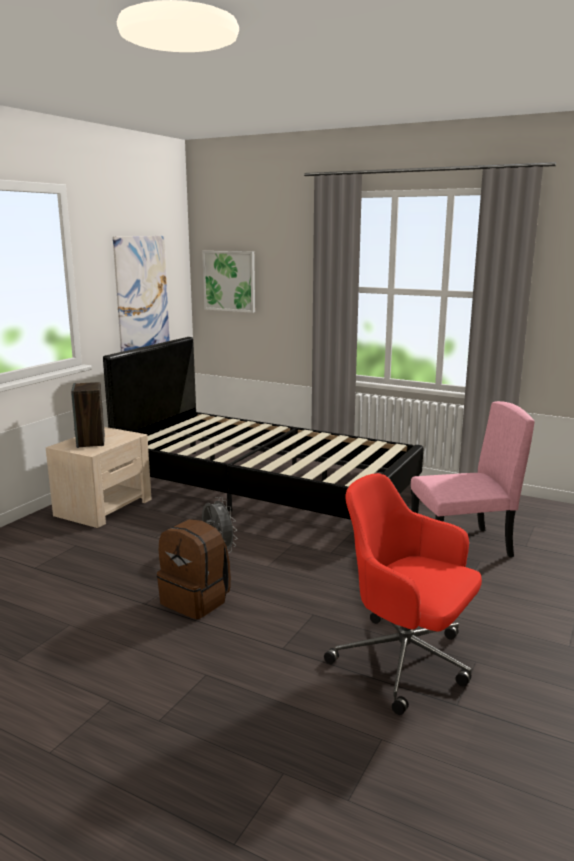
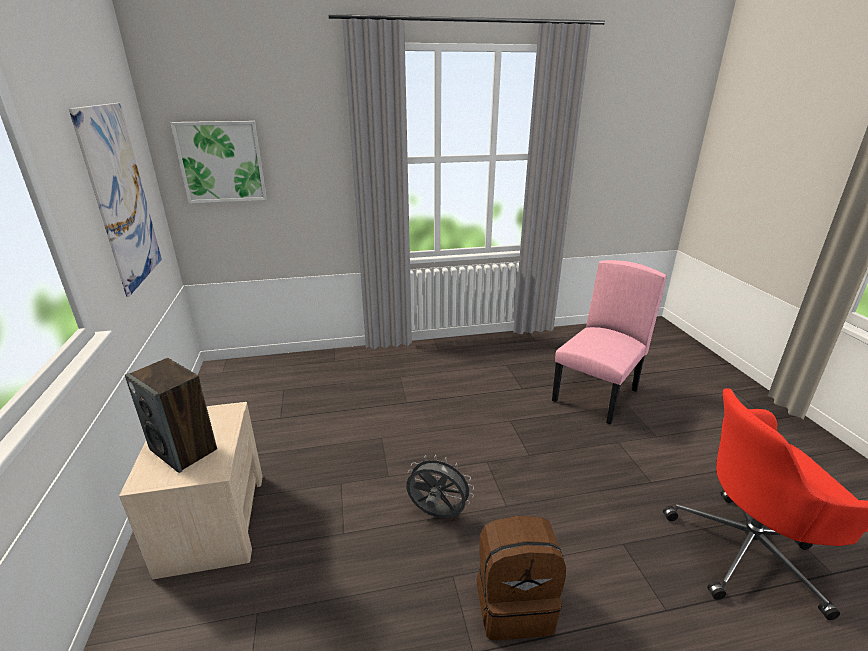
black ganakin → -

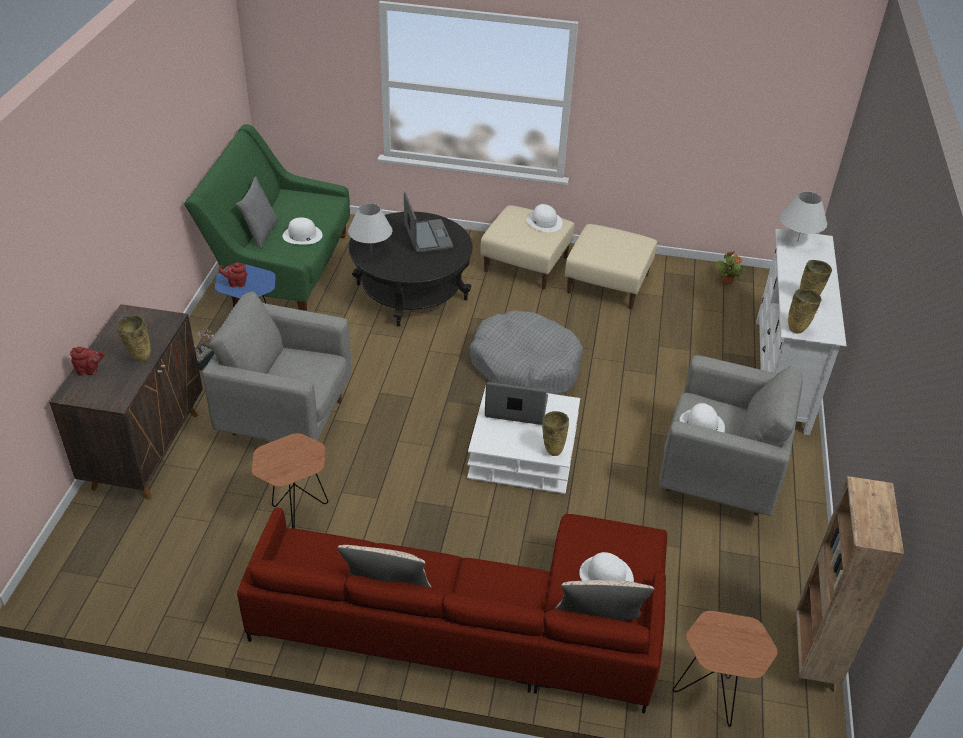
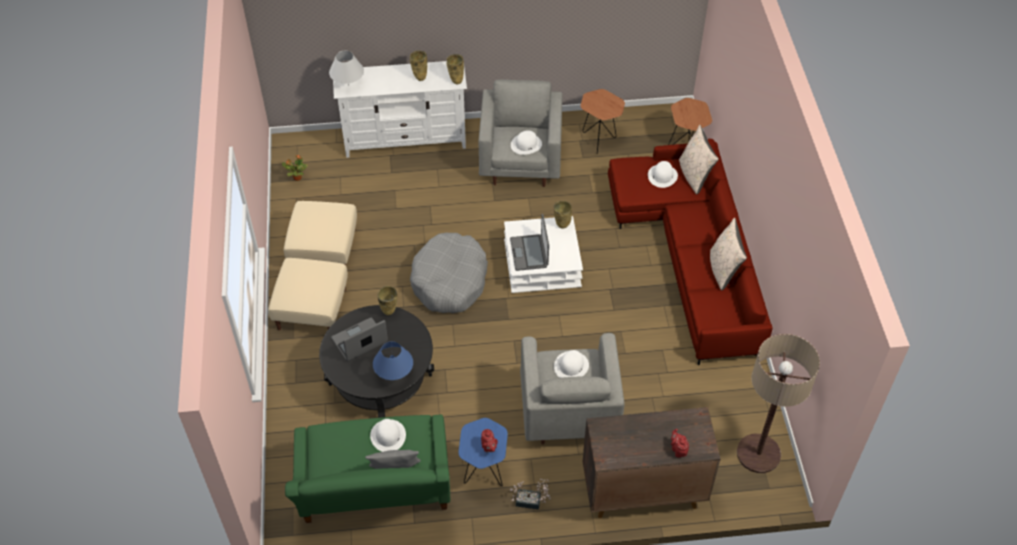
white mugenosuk (no. 1 from left) → blue mugenosuk
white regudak (no. 2 from left in the first image) → white regudak (no. 3 from left), shifted
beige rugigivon (no. 1 from left), shifted
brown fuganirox (no. 1 from left), shifted
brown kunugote → -
- → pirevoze

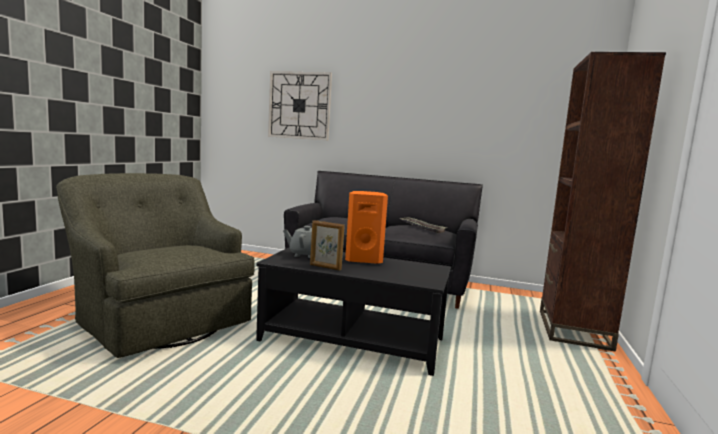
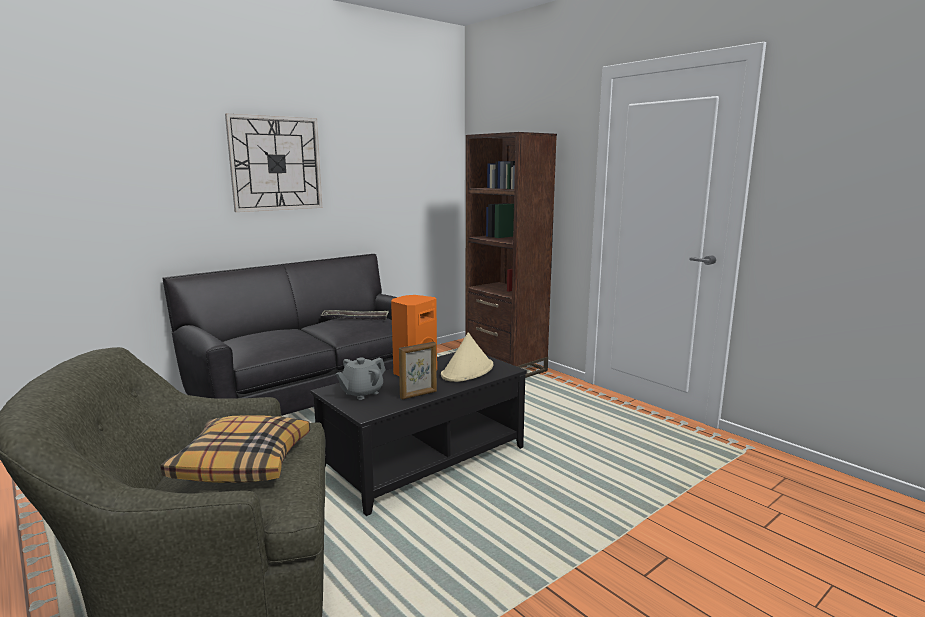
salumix, shifted
- → beige regudak
- → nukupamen

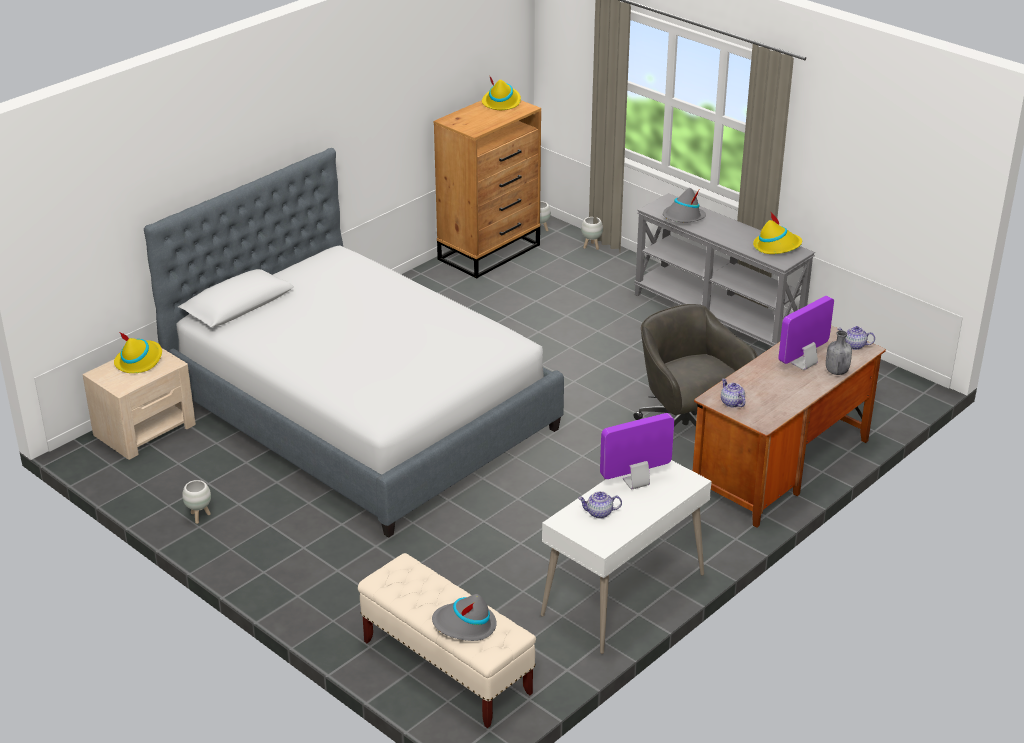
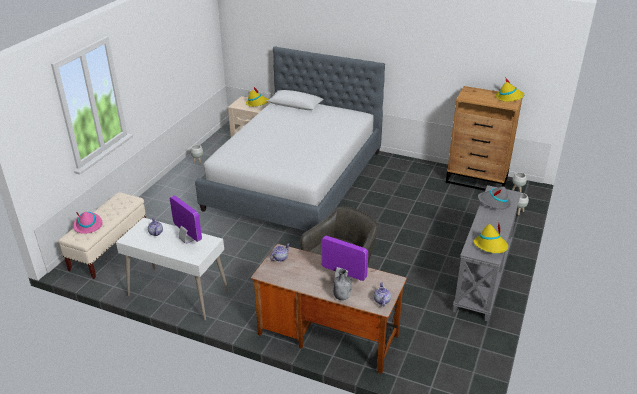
grey regudak (no. 1 from left) → pink regudak

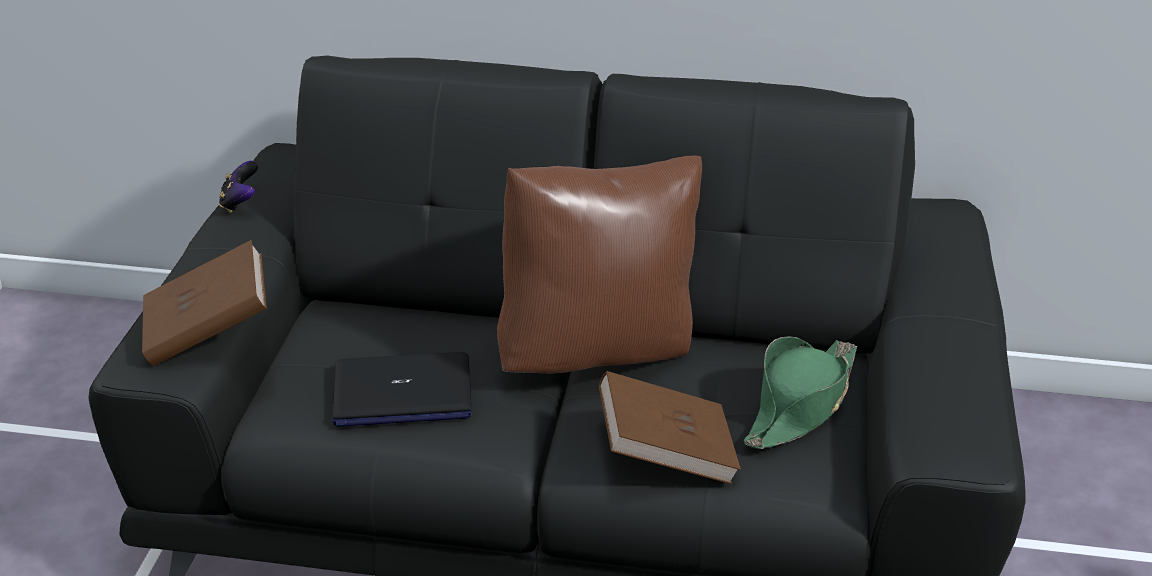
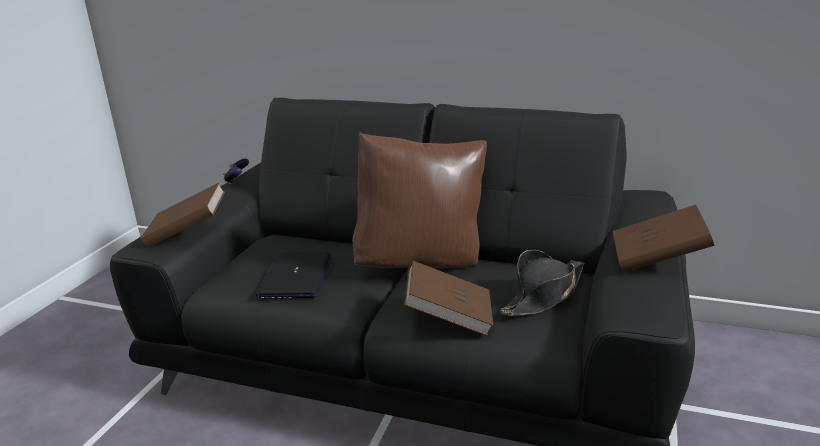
green regudak → black regudak
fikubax, 90 degrees clockwise
- → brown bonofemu (no. 3 from left)

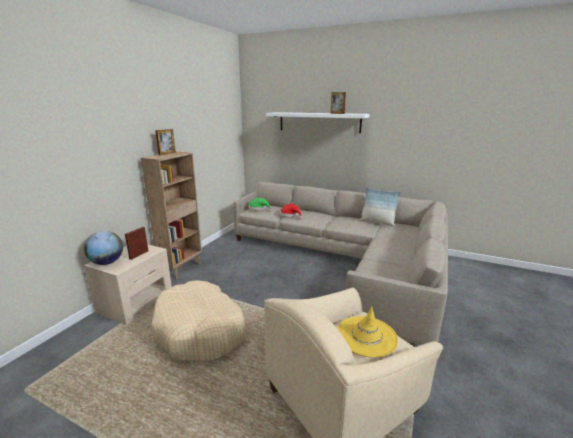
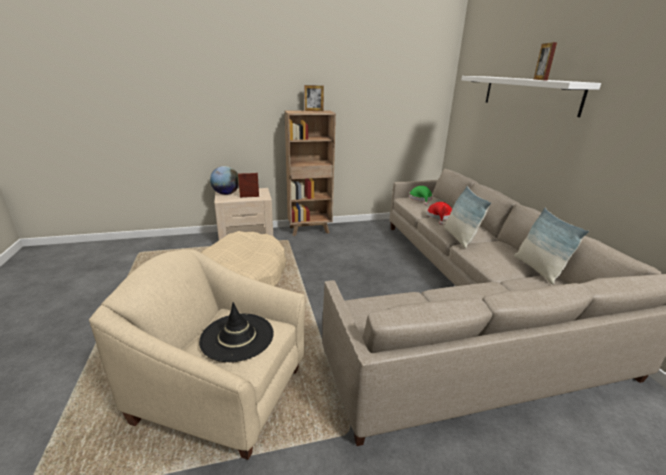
yellow regudak → black regudak
- → nukupamen (no. 1 from left)

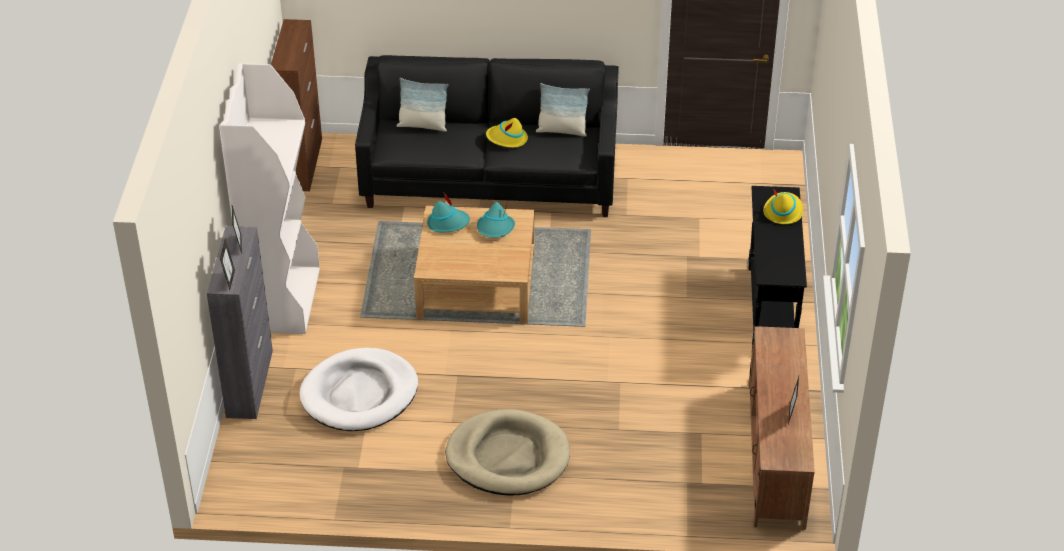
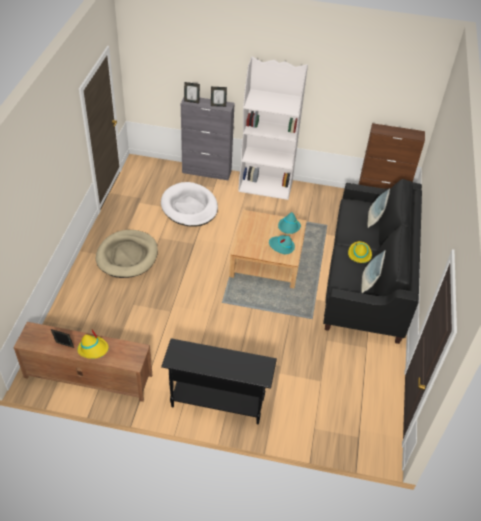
yellow regudak (no. 2 from left in the first image) → yellow regudak (no. 1 from left), shifted

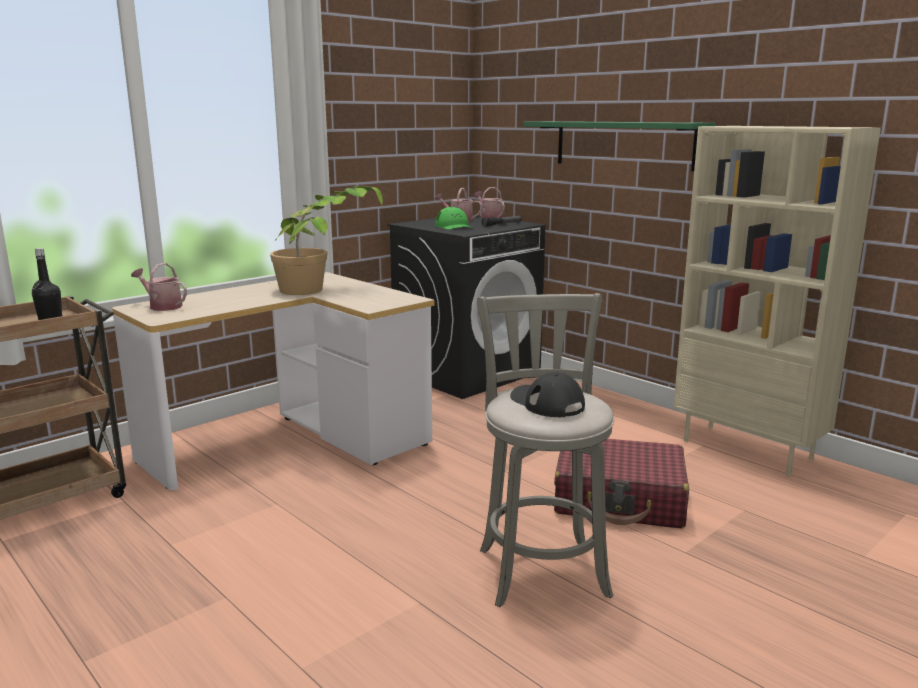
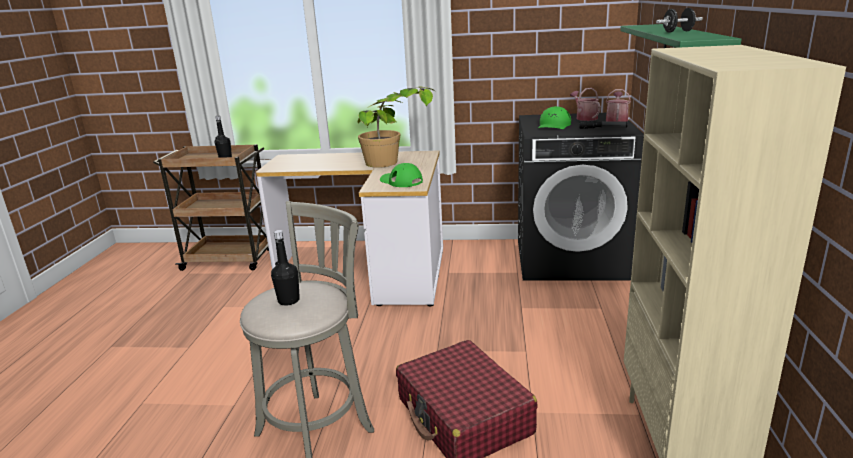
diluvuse (no. 1 from left) → -
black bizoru → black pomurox (no. 2 from left)
- → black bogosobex
- → green bizoru (no. 1 from left)

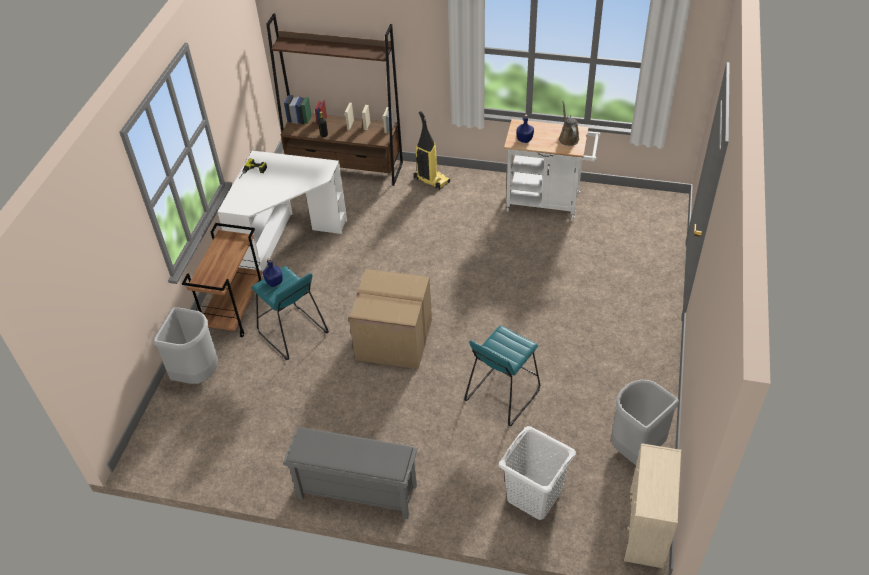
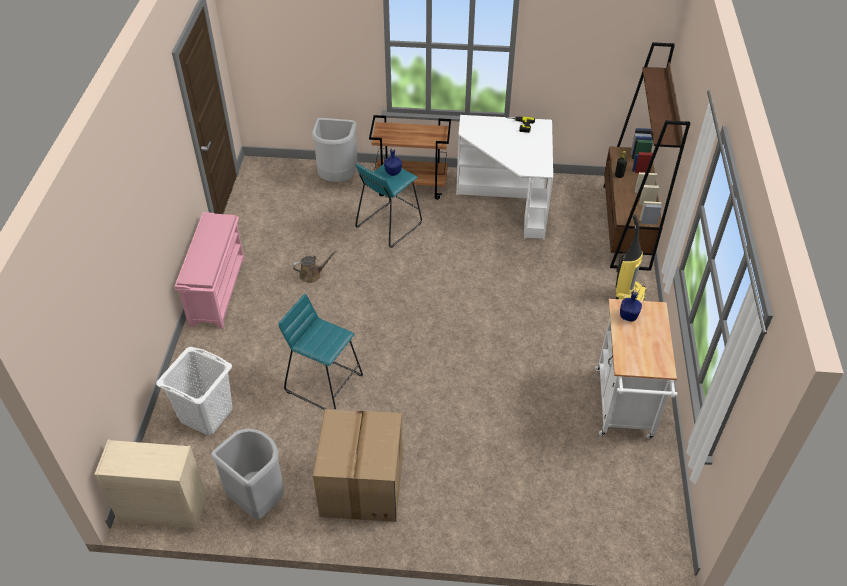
brown diluvuse, shifted
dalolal, shifted
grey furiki → pink furiki

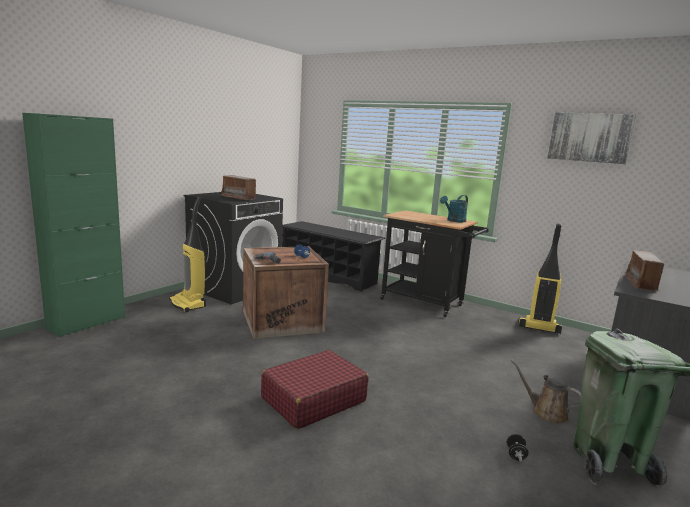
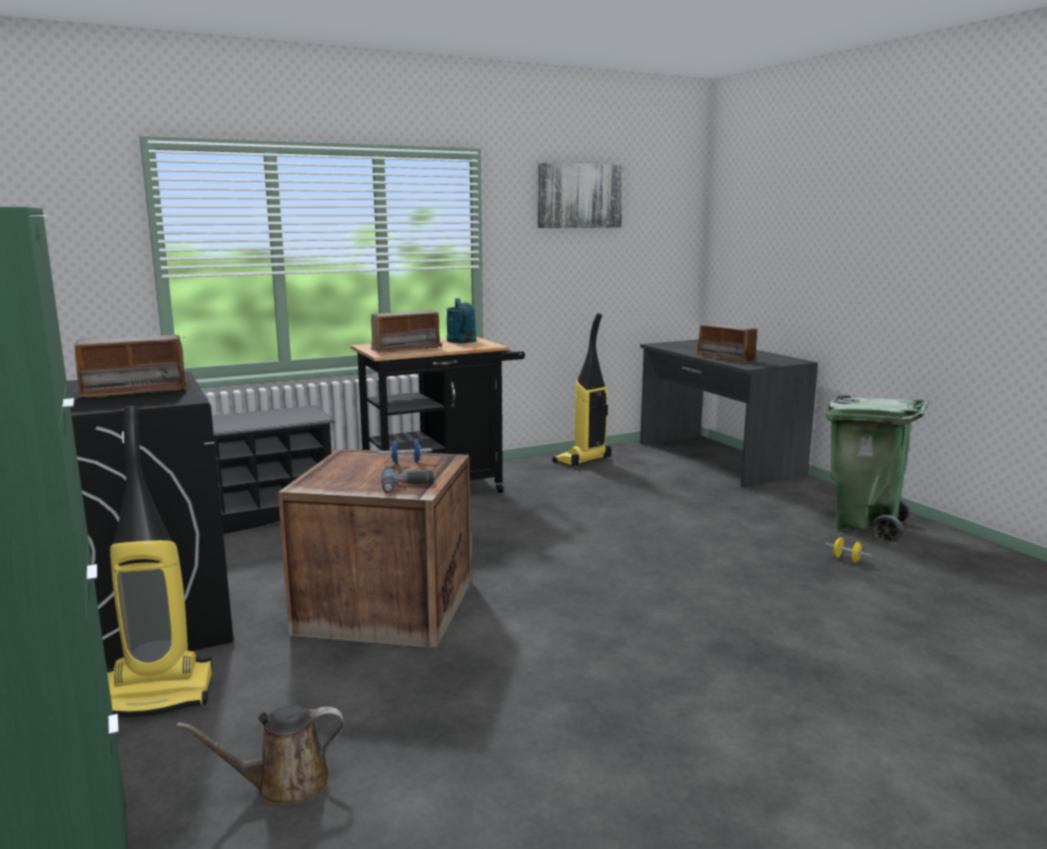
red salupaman → -
brown diluvuse, shifted
black bogosobex → yellow bogosobex
- → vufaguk (no. 2 from left)

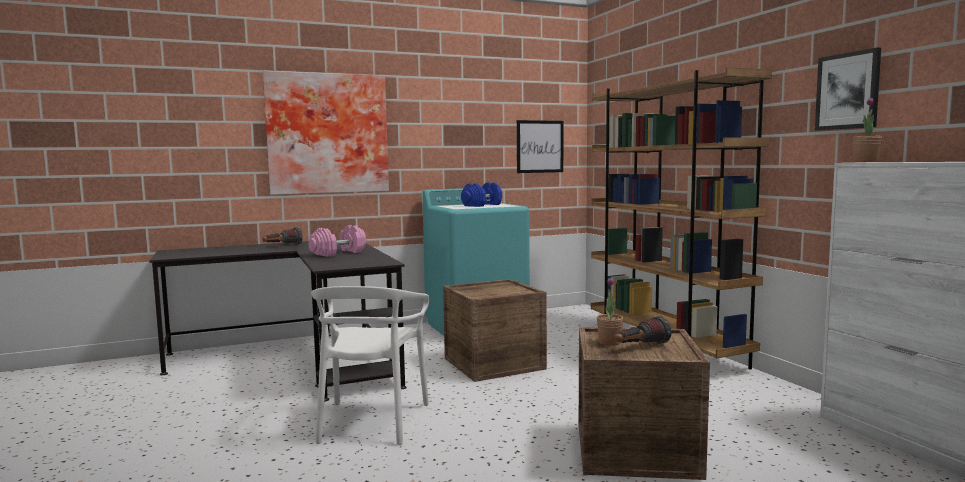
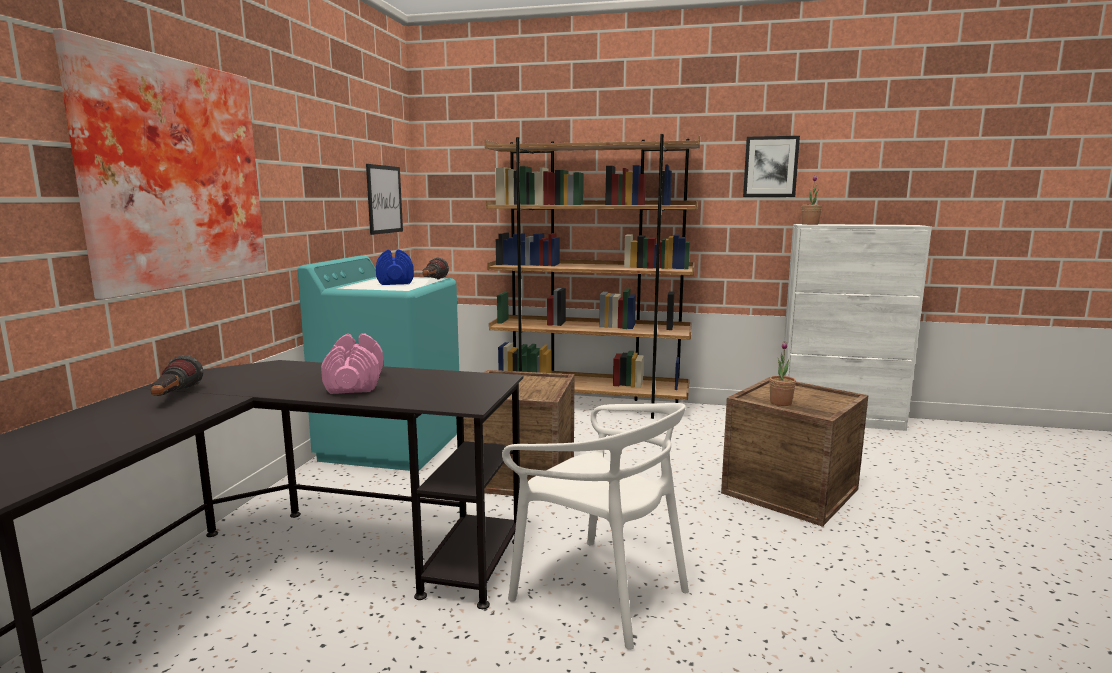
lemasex (no. 2 from left), shifted

